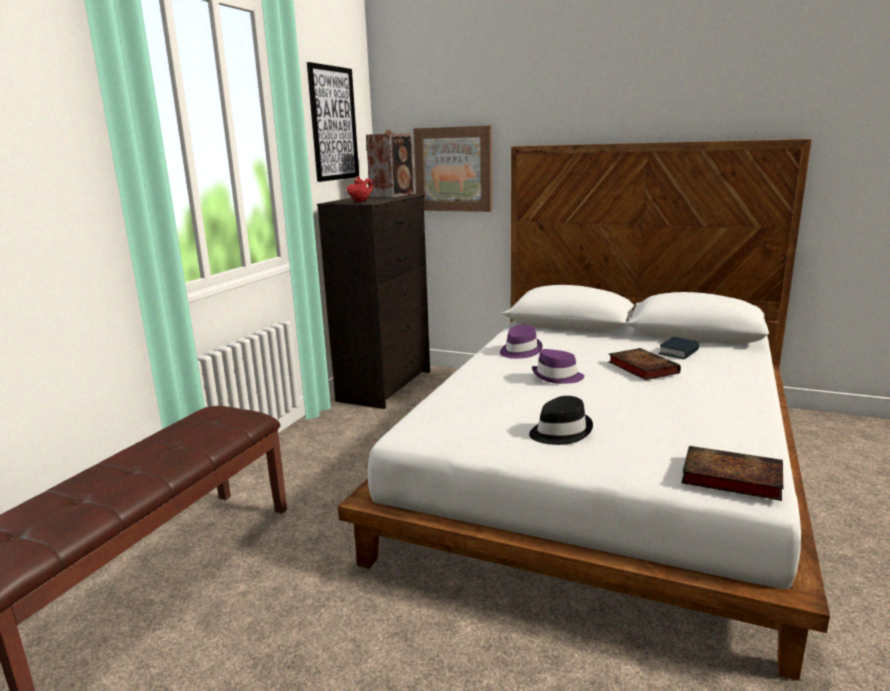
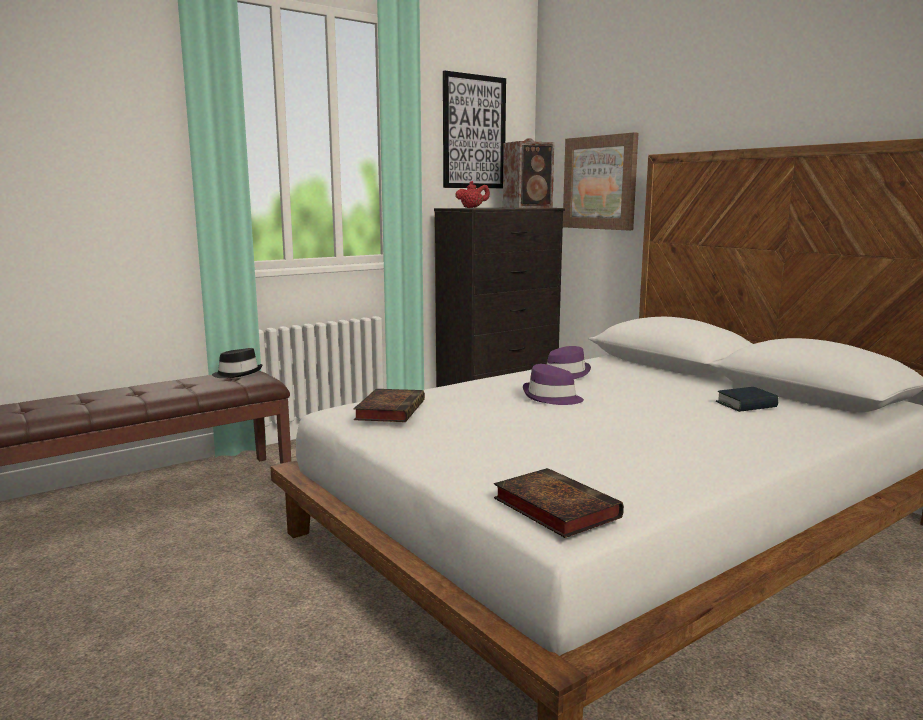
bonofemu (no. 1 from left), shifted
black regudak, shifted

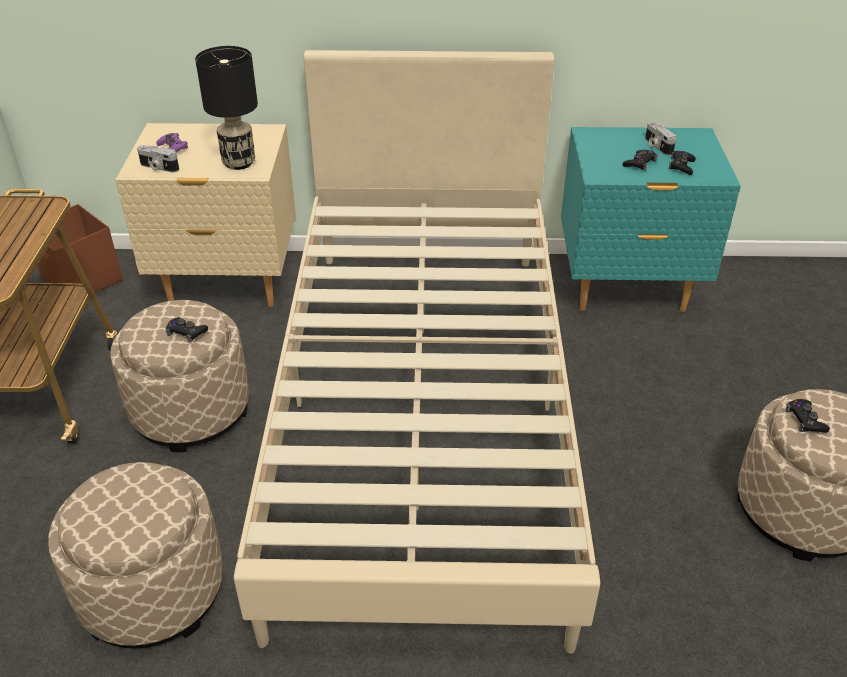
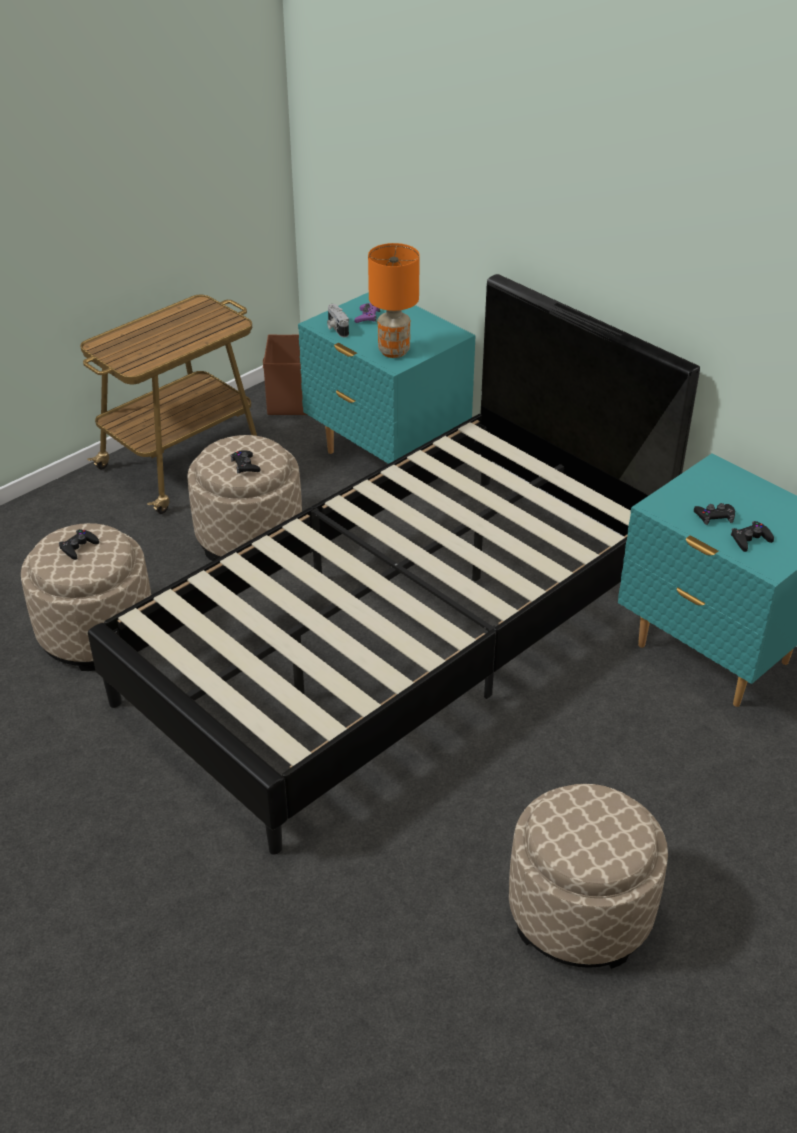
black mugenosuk → orange mugenosuk
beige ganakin → black ganakin
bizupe (no. 2 from left) → -
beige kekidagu → turquoise kekidagu (no. 1 from left)
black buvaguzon (no. 4 from left in the first image) → black buvaguzon (no. 1 from left), shifted

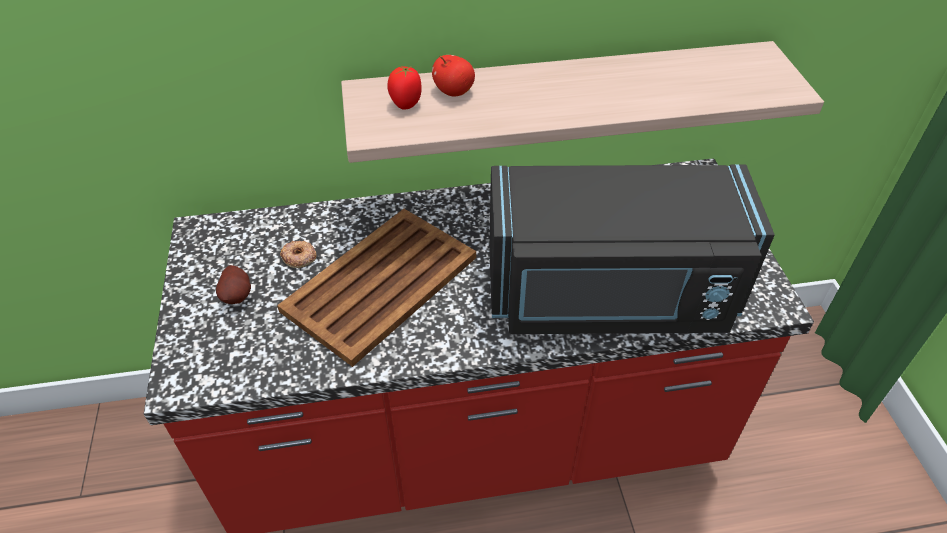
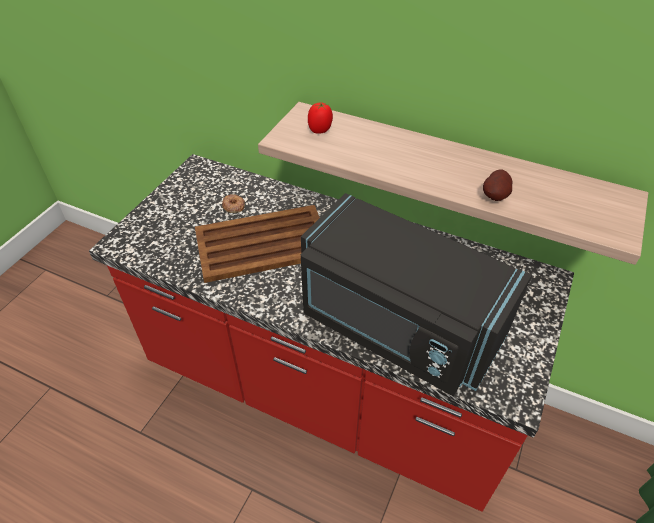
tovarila → -
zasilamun, shifted

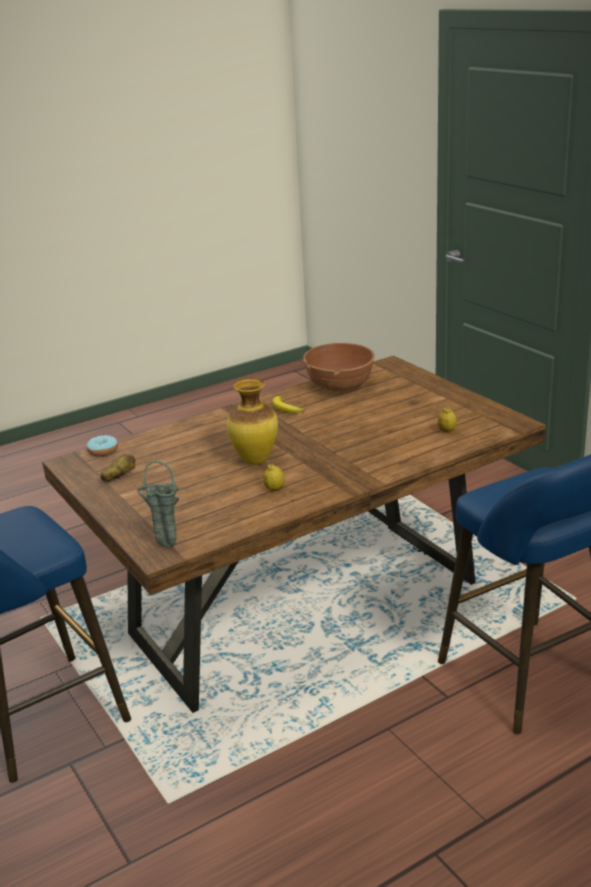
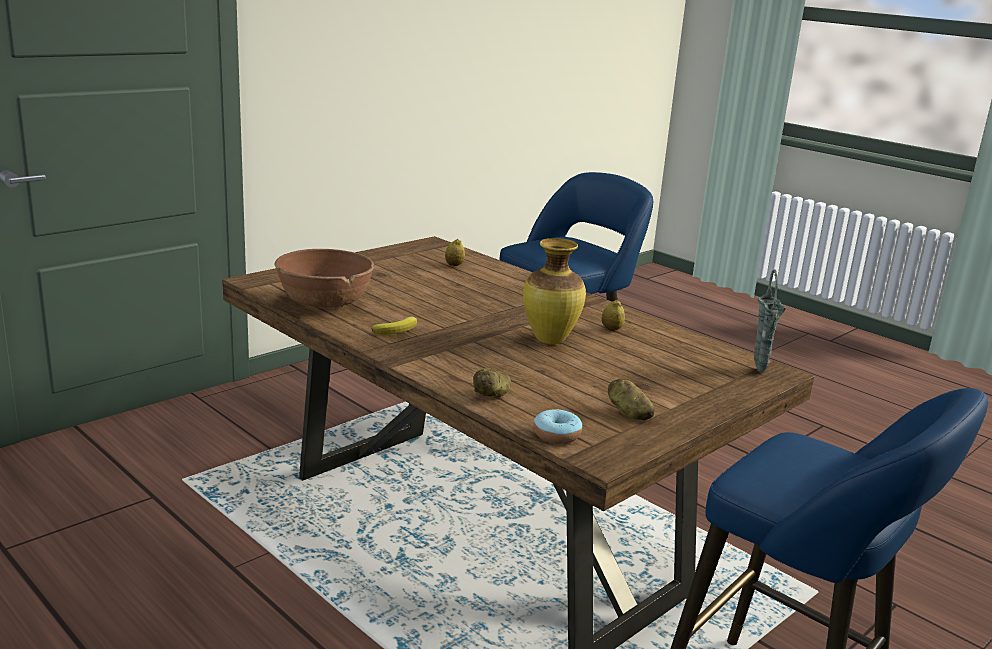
- → zasilamun (no. 1 from left)

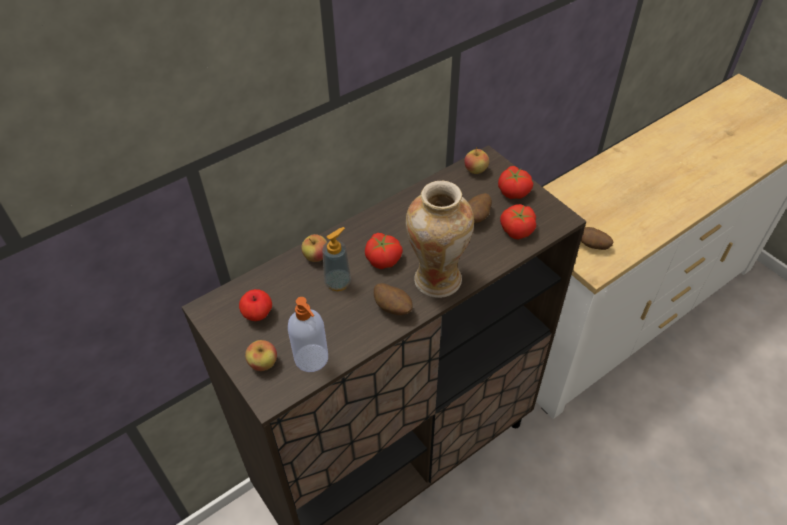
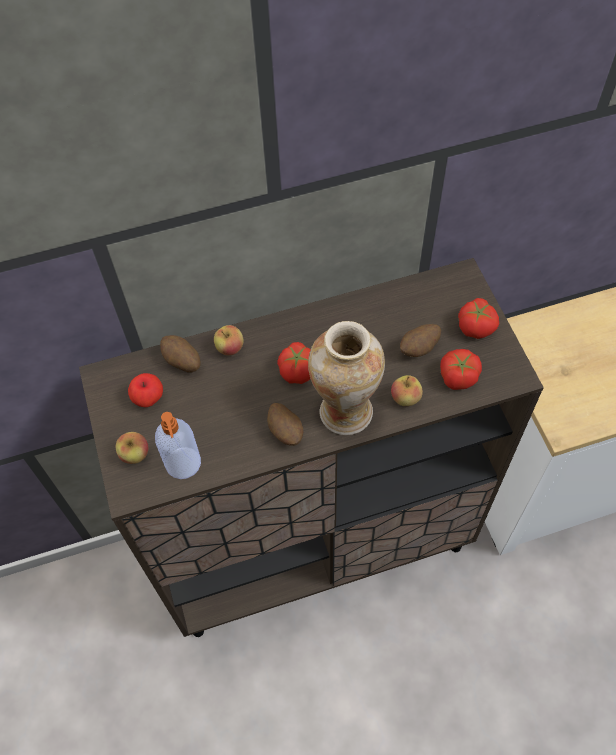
tovarila (no. 4 from left), shifted
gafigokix (no. 2 from left) → -
zasilamun (no. 3 from left in the first image) → zasilamun (no. 1 from left), shifted

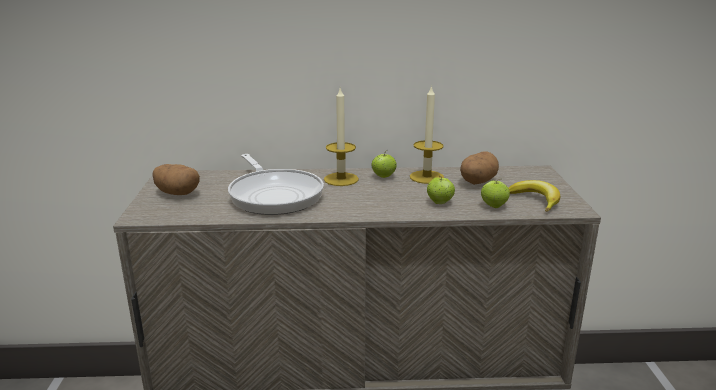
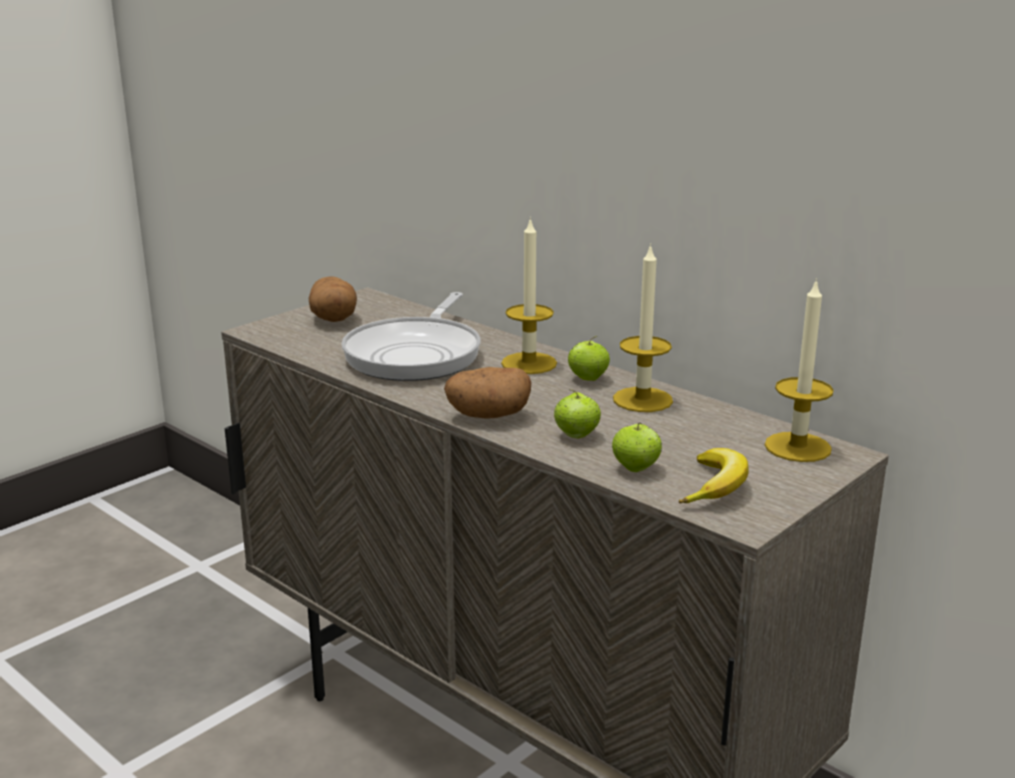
zasilamun (no. 2 from left), shifted
- → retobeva (no. 3 from left)

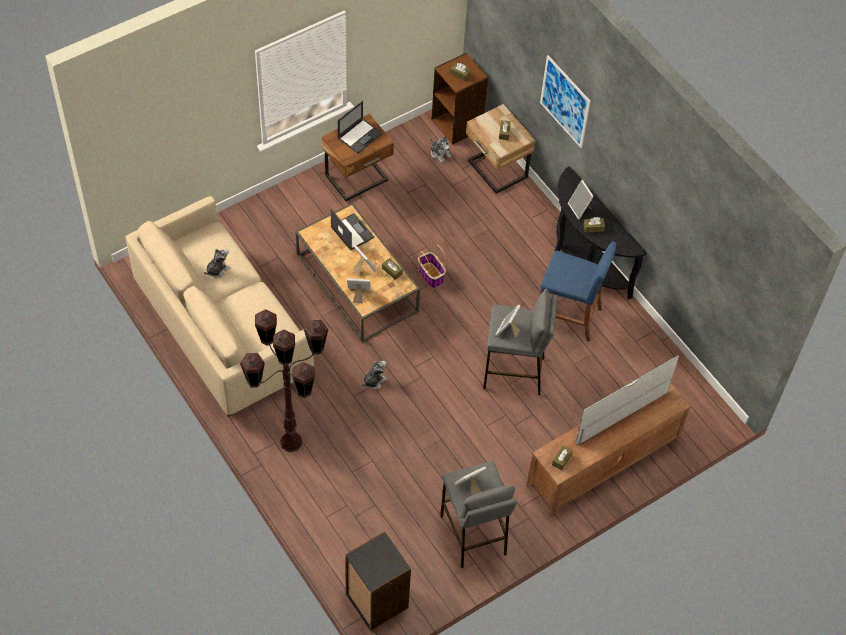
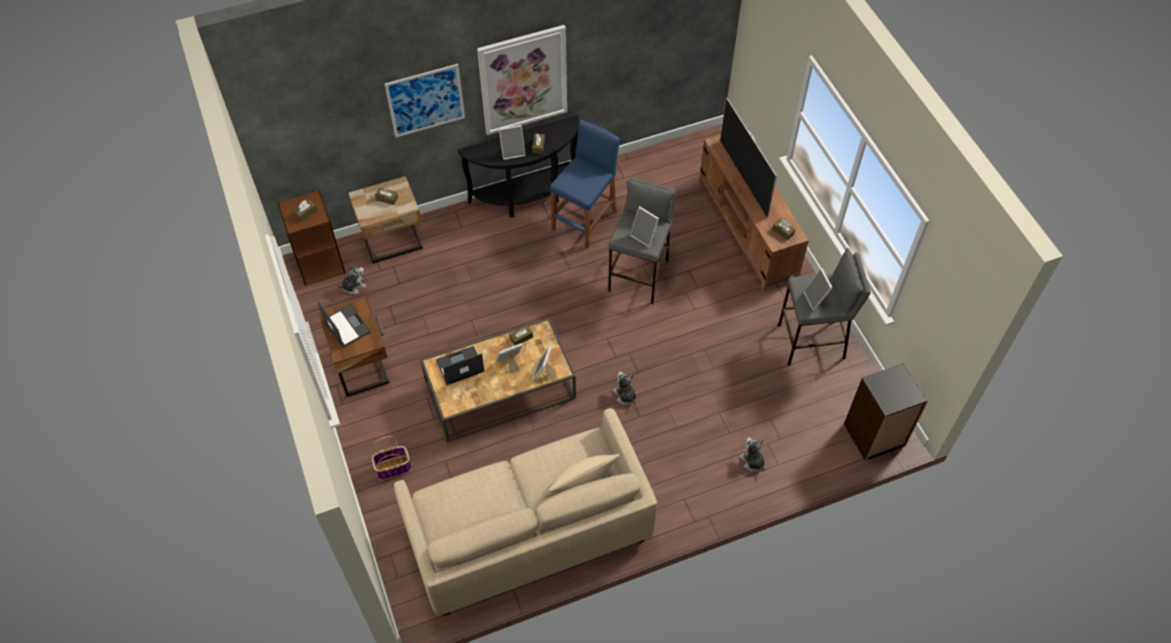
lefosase, shifted
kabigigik (no. 1 from left in the first image) → kabigigik (no. 3 from left), shifted
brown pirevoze → -
- → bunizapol (no. 2 from left)
- → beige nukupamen

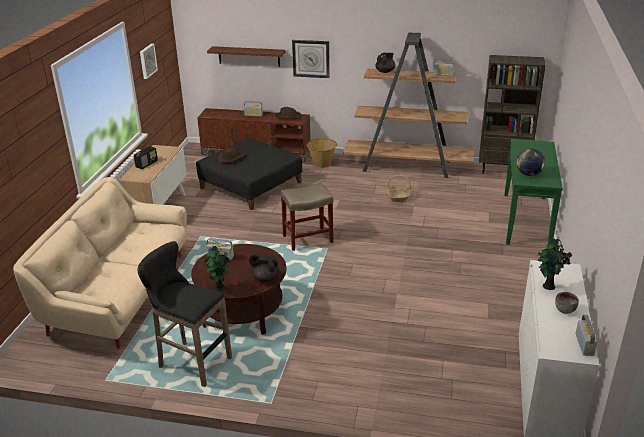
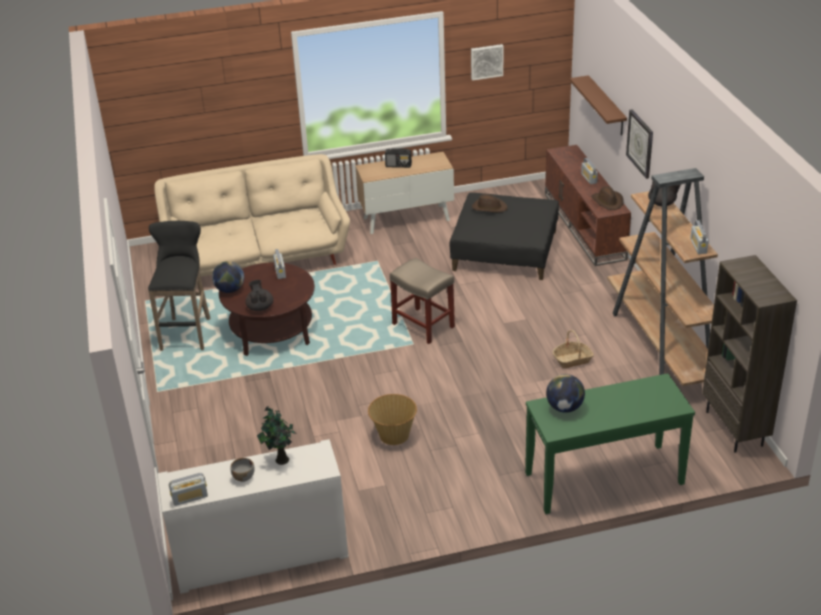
lefosase (no. 1 from left), shifted
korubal (no. 1 from left) → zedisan (no. 1 from left)

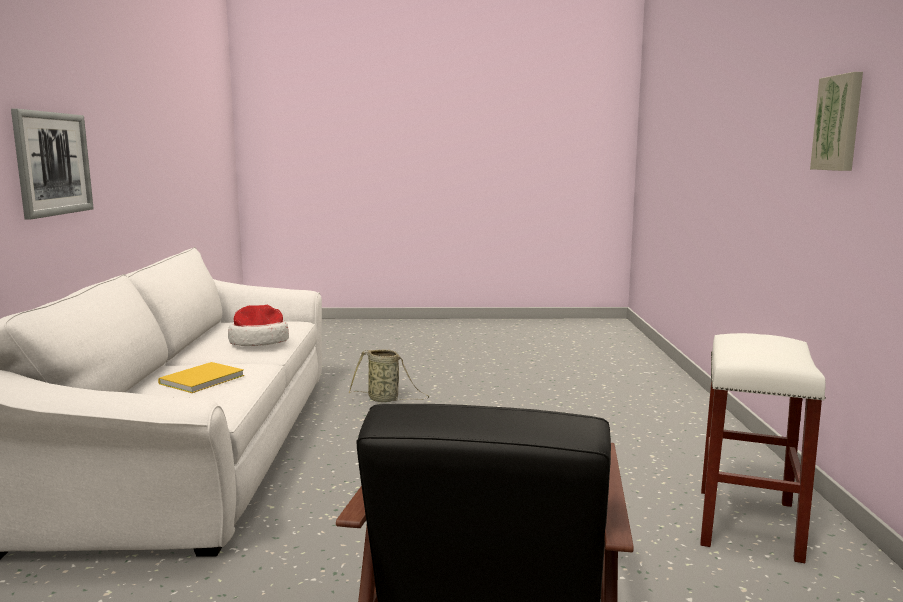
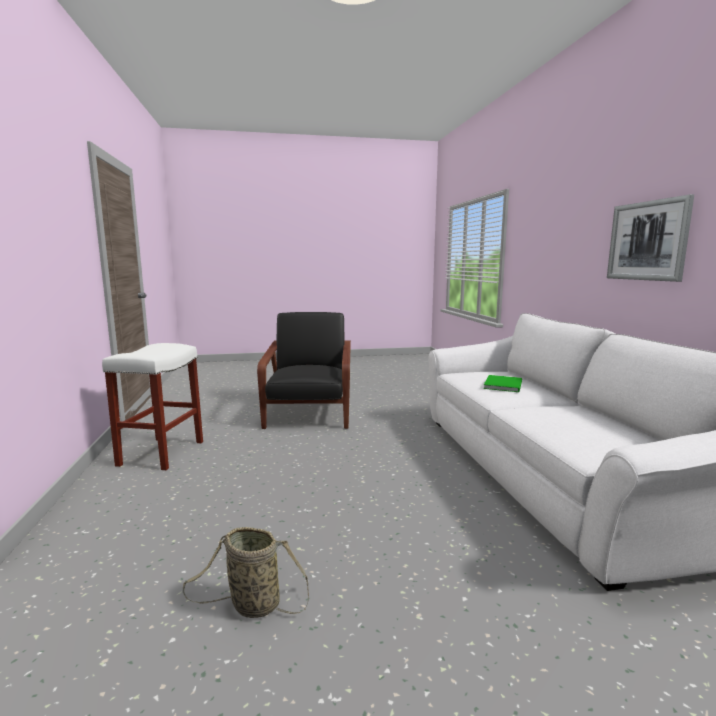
bunizapol (no. 2 from left) → -
regudak → -
lefosase, shifted
yellow bonofemu → green bonofemu

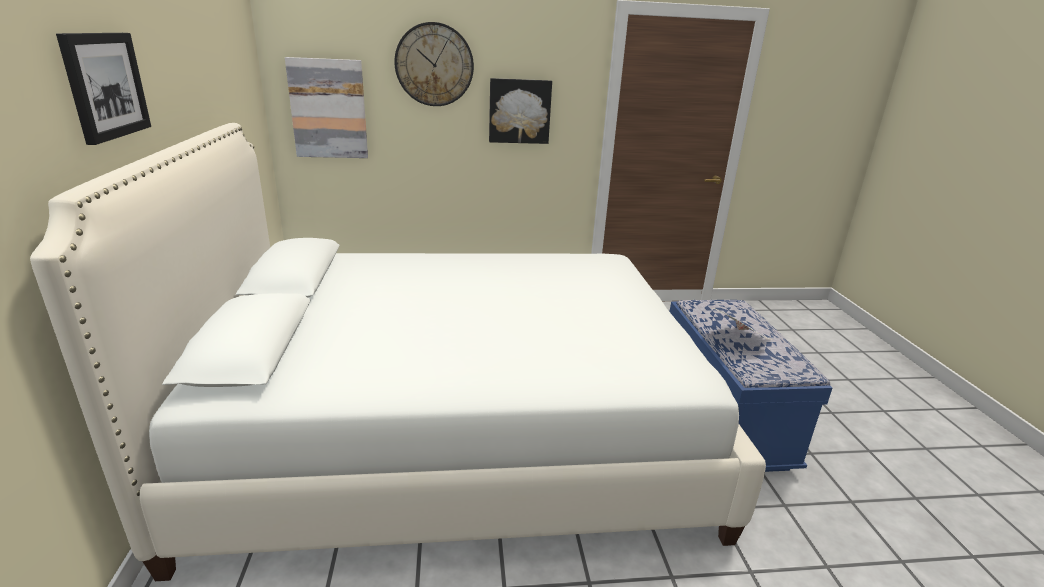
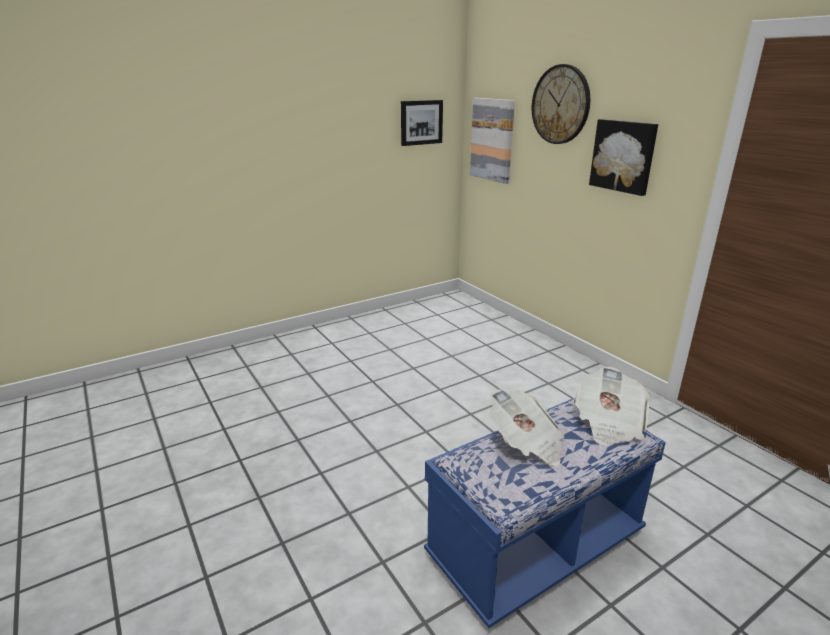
bunizapol (no. 1 from left), shifted
white ganakin → -
- → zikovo (no. 2 from left)

